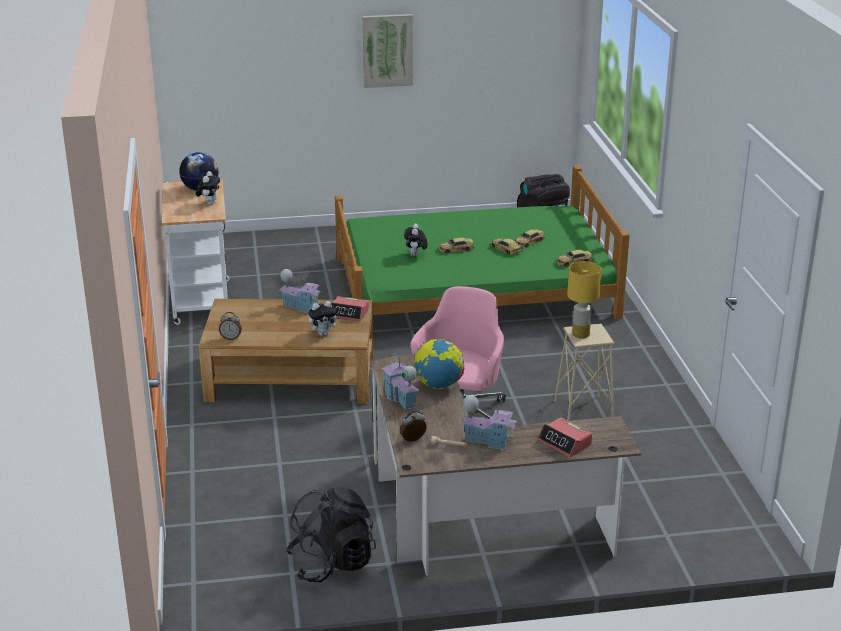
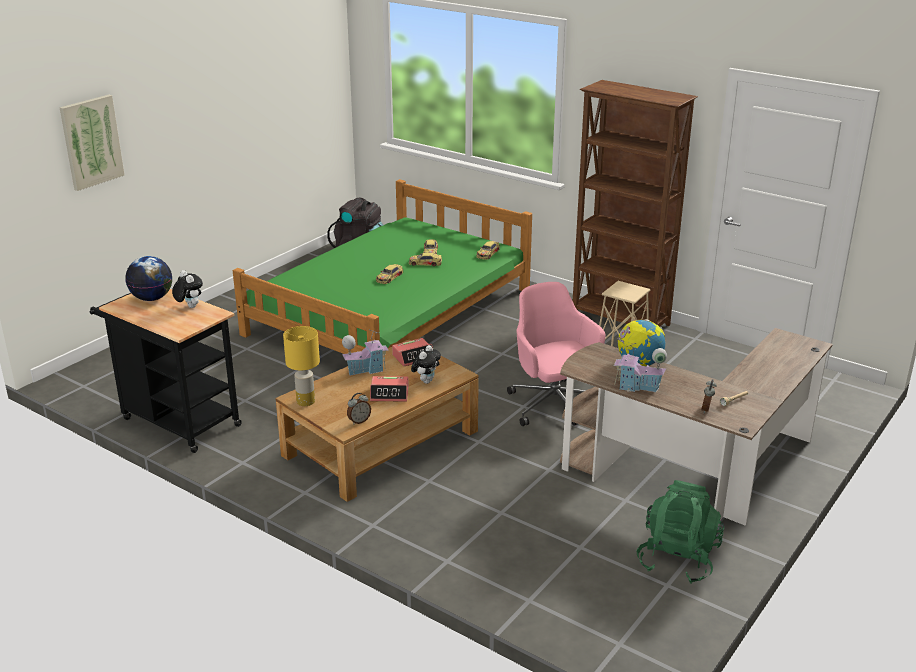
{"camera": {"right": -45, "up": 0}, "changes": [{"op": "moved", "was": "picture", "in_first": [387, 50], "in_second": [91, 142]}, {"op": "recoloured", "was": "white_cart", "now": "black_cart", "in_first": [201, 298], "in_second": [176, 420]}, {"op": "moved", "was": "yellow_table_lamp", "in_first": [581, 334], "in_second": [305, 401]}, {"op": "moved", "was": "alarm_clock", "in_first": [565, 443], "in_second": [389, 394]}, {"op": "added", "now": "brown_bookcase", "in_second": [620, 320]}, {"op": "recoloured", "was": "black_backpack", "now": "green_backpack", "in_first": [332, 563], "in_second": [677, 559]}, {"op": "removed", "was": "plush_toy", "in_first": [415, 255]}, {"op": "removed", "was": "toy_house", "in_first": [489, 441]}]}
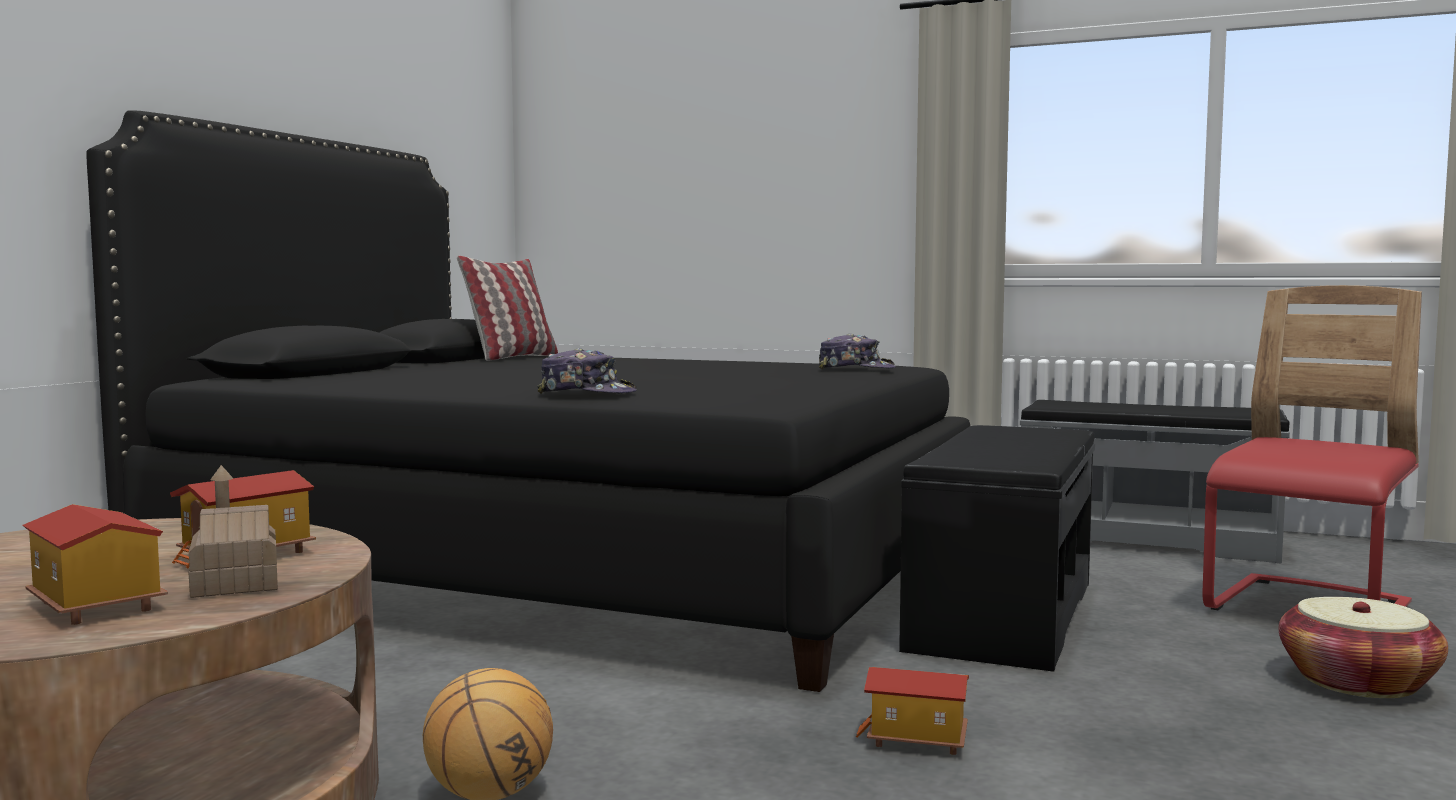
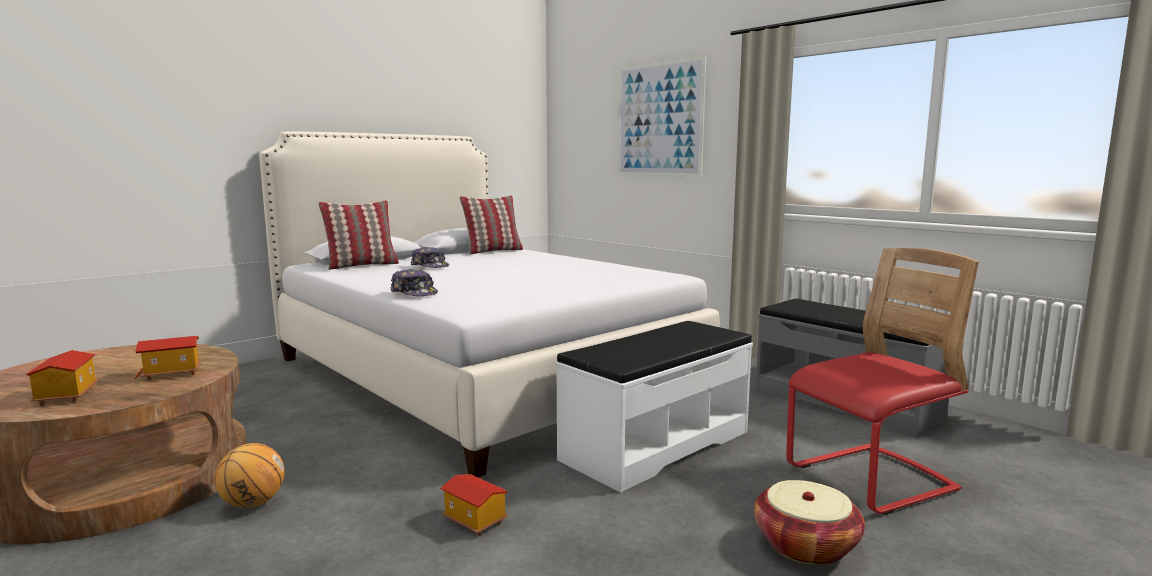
{"camera": {"right": 25, "up": 5}, "changes": [{"op": "recoloured", "was": "black_bed", "now": "white_bed", "in_first": [570, 567], "in_second": [480, 373]}, {"op": "added", "now": "pillow", "in_second": [361, 265]}, {"op": "moved", "was": "cap", "in_first": [856, 369], "in_second": [430, 266]}, {"op": "recoloured", "was": "black_bench", "now": "white_bench", "in_first": [1001, 614], "in_second": [655, 445]}, {"op": "added", "now": "picture", "in_second": [659, 120]}, {"op": "removed", "was": "toy_house", "in_first": [235, 584]}]}
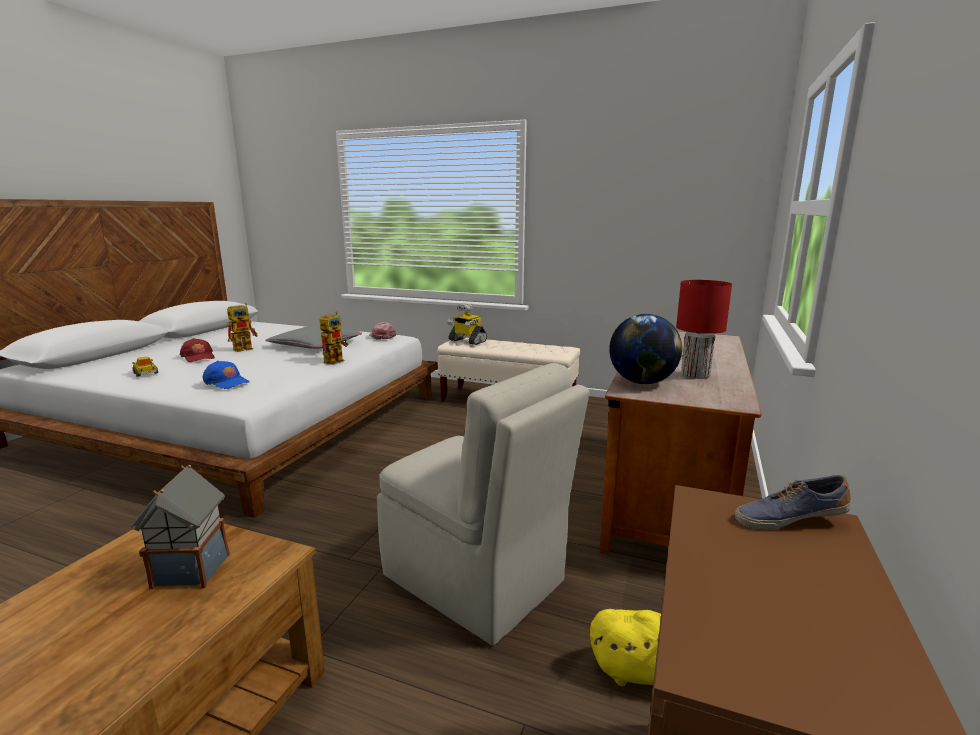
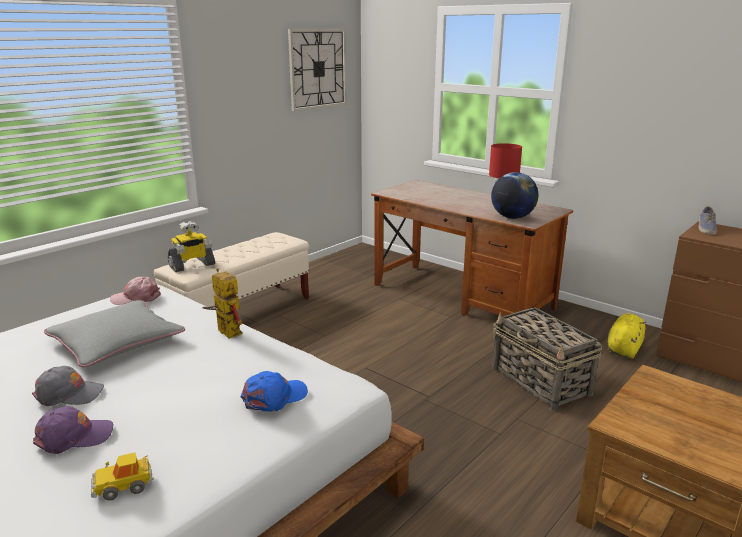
{"camera": {"right": -70, "up": 5}, "changes": [{"op": "replaced", "was": "toy_robot", "now": "grey_cap", "in_first": [246, 348], "in_second": [69, 394]}, {"op": "recoloured", "was": "red_cap", "now": "purple_cap", "in_first": [198, 357], "in_second": [74, 437]}, {"op": "added", "now": "wall_clock", "in_second": [317, 69]}, {"op": "replaced", "was": "beige_chair", "now": "basket", "in_first": [476, 580], "in_second": [541, 382]}, {"op": "removed", "was": "toy_house", "in_first": [191, 569]}]}
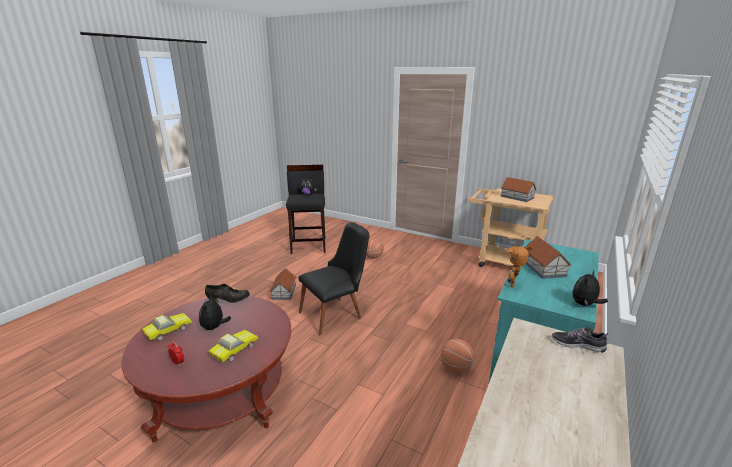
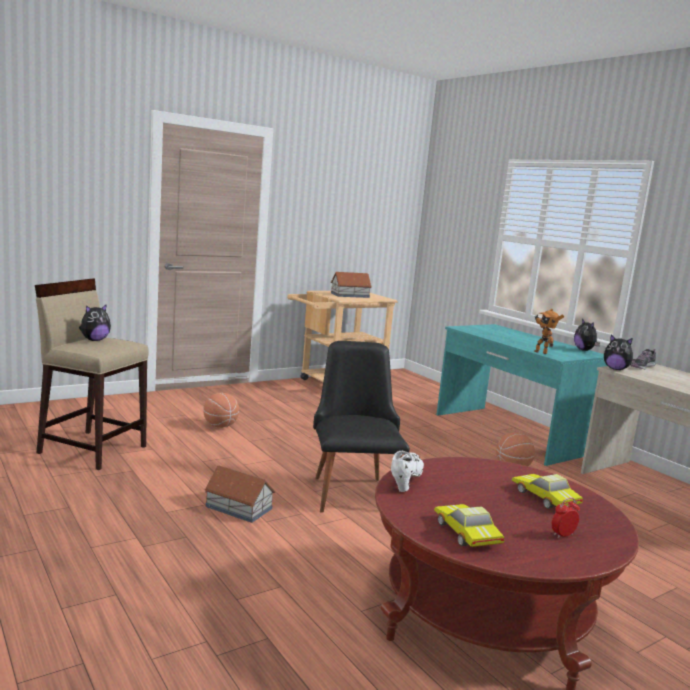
{"camera": {"right": -65, "up": -10}, "changes": [{"op": "recoloured", "was": "black_stool", "now": "beige_stool", "in_first": [309, 245], "in_second": [92, 449]}, {"op": "recoloured", "was": "black_shoe", "now": "white_shoe", "in_first": [228, 301], "in_second": [405, 481]}, {"op": "moved", "was": "plush_toy", "in_first": [214, 327], "in_second": [616, 369]}, {"op": "removed", "was": "toy_house", "in_first": [543, 268]}]}
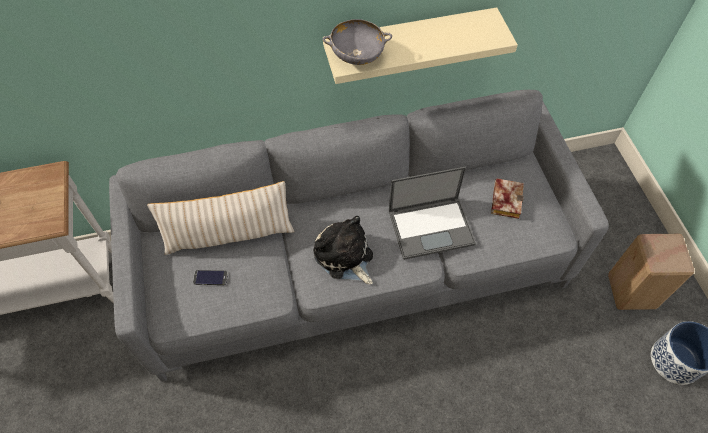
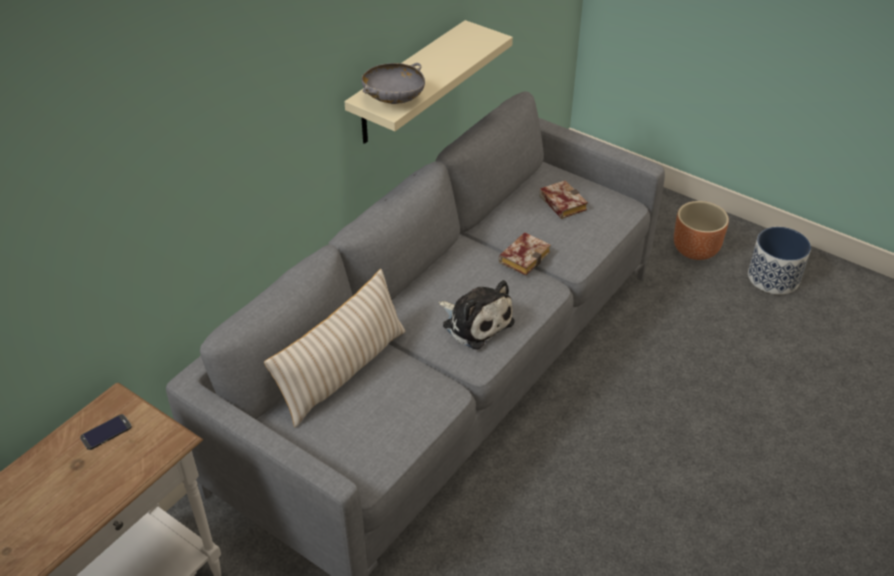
{"camera": {"right": -40, "up": -15}, "changes": [{"op": "moved", "was": "phone", "in_first": [210, 278], "in_second": [106, 432]}, {"op": "turned", "was": "plush_toy", "in_first": [345, 257], "in_second": [475, 322], "clockwise": -150}, {"op": "replaced", "was": "laptop", "now": "book", "in_first": [432, 227], "in_second": [524, 256]}, {"op": "replaced", "was": "beige_stool", "now": "brown_planter", "in_first": [632, 293], "in_second": [696, 250]}]}
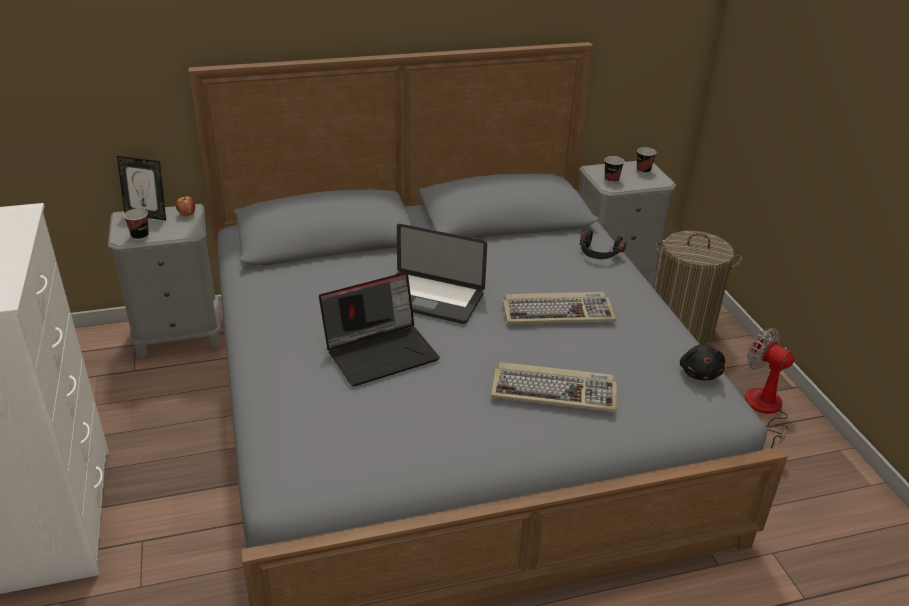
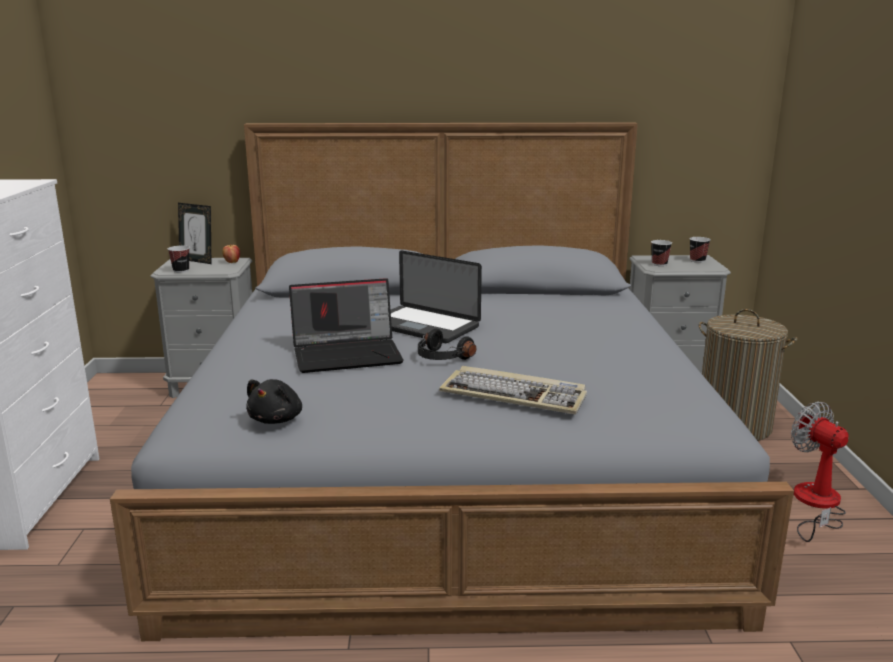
{"camera": {"right": 15, "up": -15}, "changes": [{"op": "moved", "was": "black_plush_toy", "in_first": [700, 373], "in_second": [277, 419]}, {"op": "moved", "was": "black_headphones", "in_first": [599, 254], "in_second": [441, 358]}, {"op": "removed", "was": "keyboard", "in_first": [558, 312]}]}
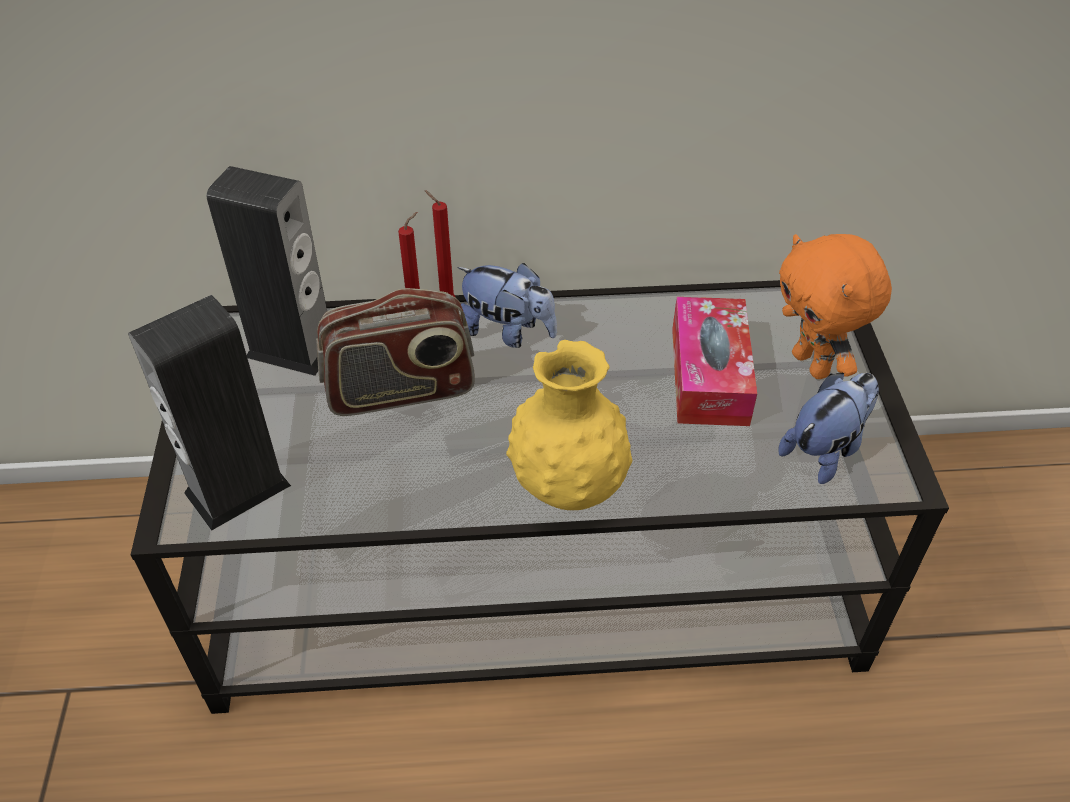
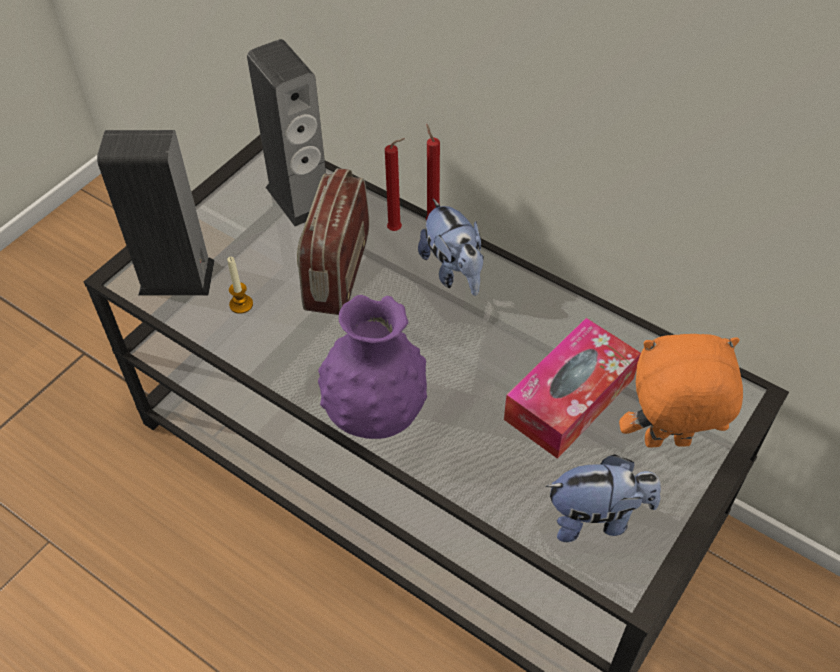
{"camera": {"right": 40, "up": 5}, "changes": [{"op": "added", "now": "candle", "in_second": [241, 304]}, {"op": "turned", "was": "radio", "in_first": [400, 391], "in_second": [337, 271], "clockwise": 75}, {"op": "recoloured", "was": "yellow_vase", "now": "purple_vase", "in_first": [568, 485], "in_second": [375, 413]}, {"op": "turned", "was": "orange_plush_toy", "in_first": [813, 364], "in_second": [666, 444], "clockwise": 75}]}
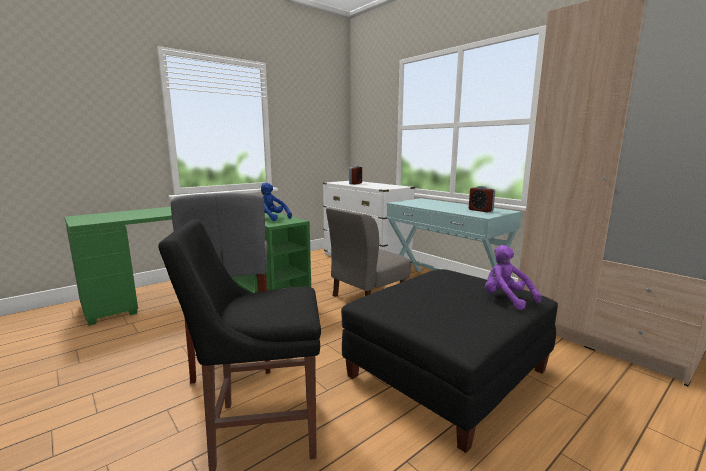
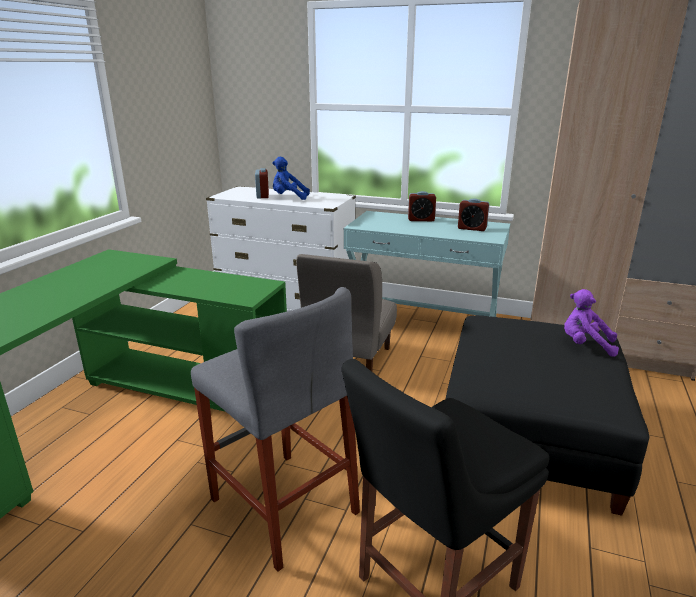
{"camera": {"right": -30, "up": 10}, "changes": [{"op": "moved", "was": "blue_plush_toy", "in_first": [271, 218], "in_second": [288, 198]}, {"op": "added", "now": "alarm_clock", "in_second": [421, 219]}]}
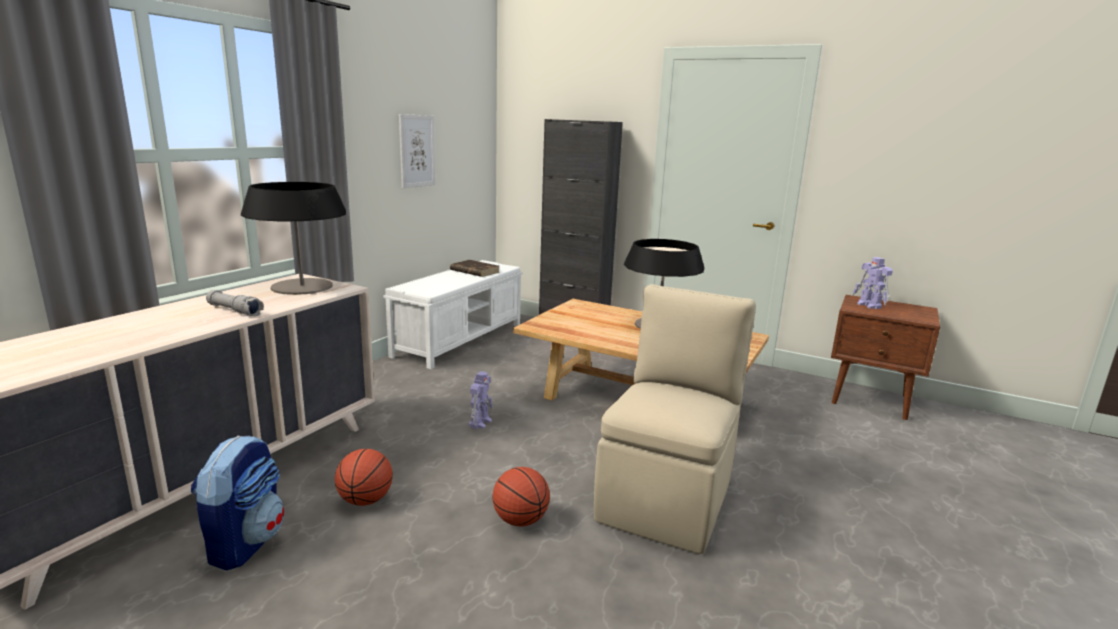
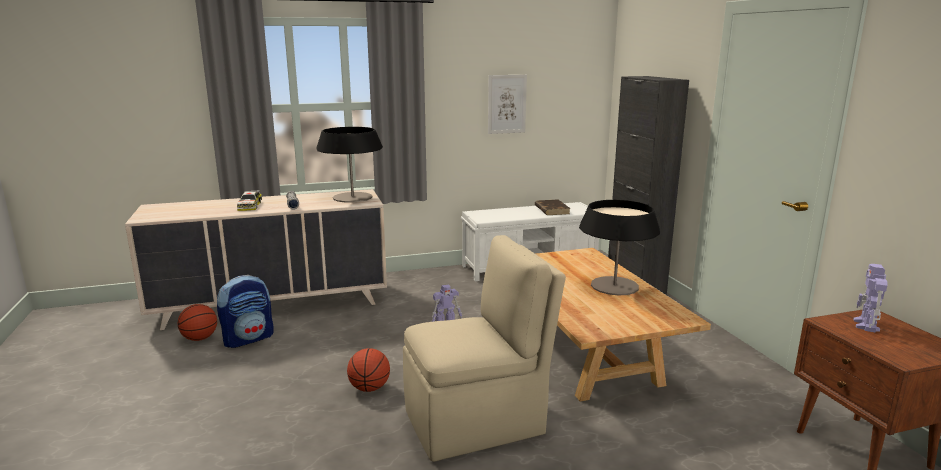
{"camera": {"right": 45, "up": 0}, "changes": [{"op": "moved", "was": "basketball", "in_first": [365, 500], "in_second": [200, 338]}, {"op": "added", "now": "toy_car", "in_second": [249, 206]}]}
